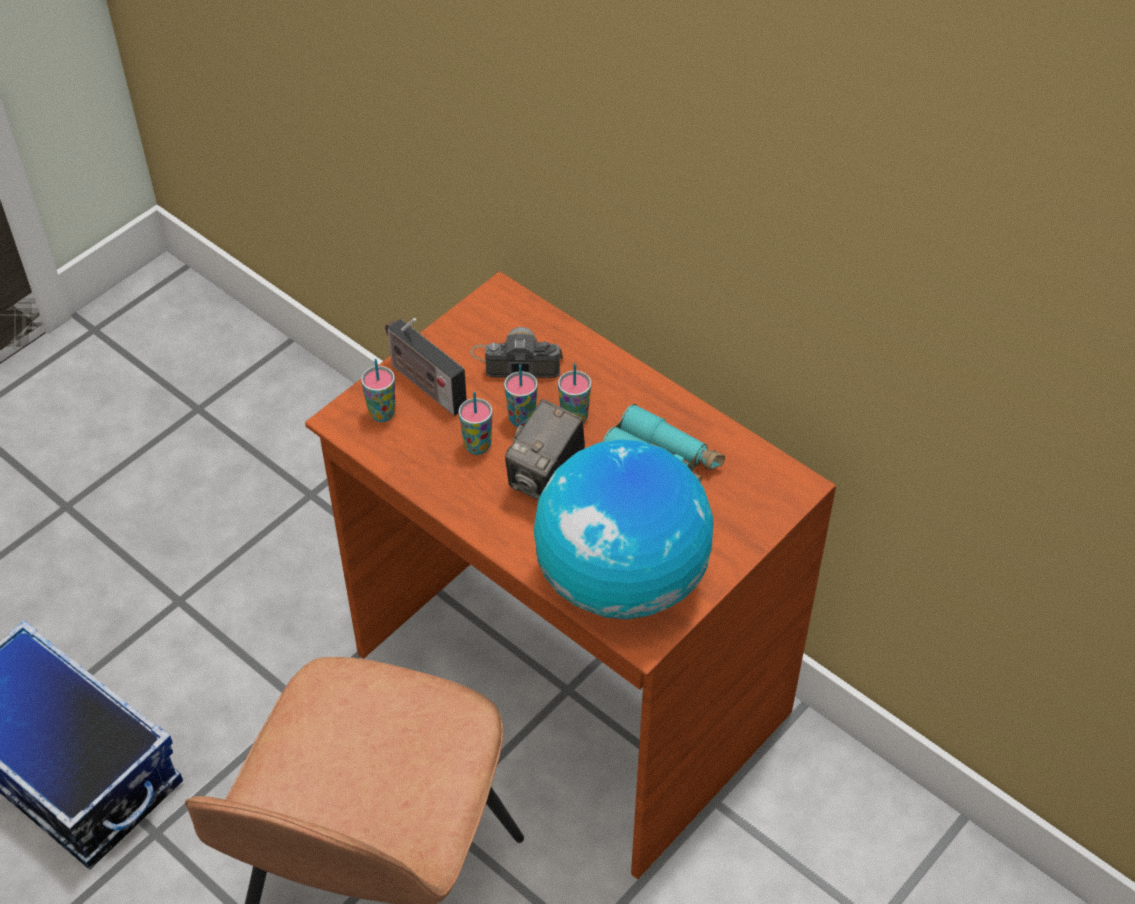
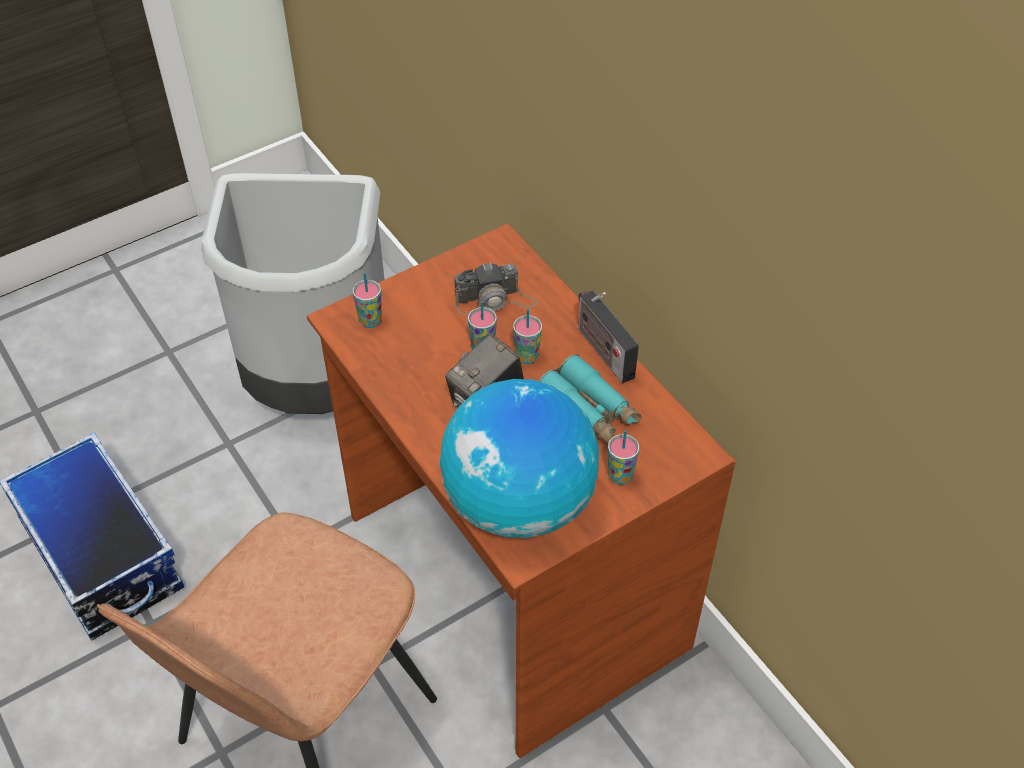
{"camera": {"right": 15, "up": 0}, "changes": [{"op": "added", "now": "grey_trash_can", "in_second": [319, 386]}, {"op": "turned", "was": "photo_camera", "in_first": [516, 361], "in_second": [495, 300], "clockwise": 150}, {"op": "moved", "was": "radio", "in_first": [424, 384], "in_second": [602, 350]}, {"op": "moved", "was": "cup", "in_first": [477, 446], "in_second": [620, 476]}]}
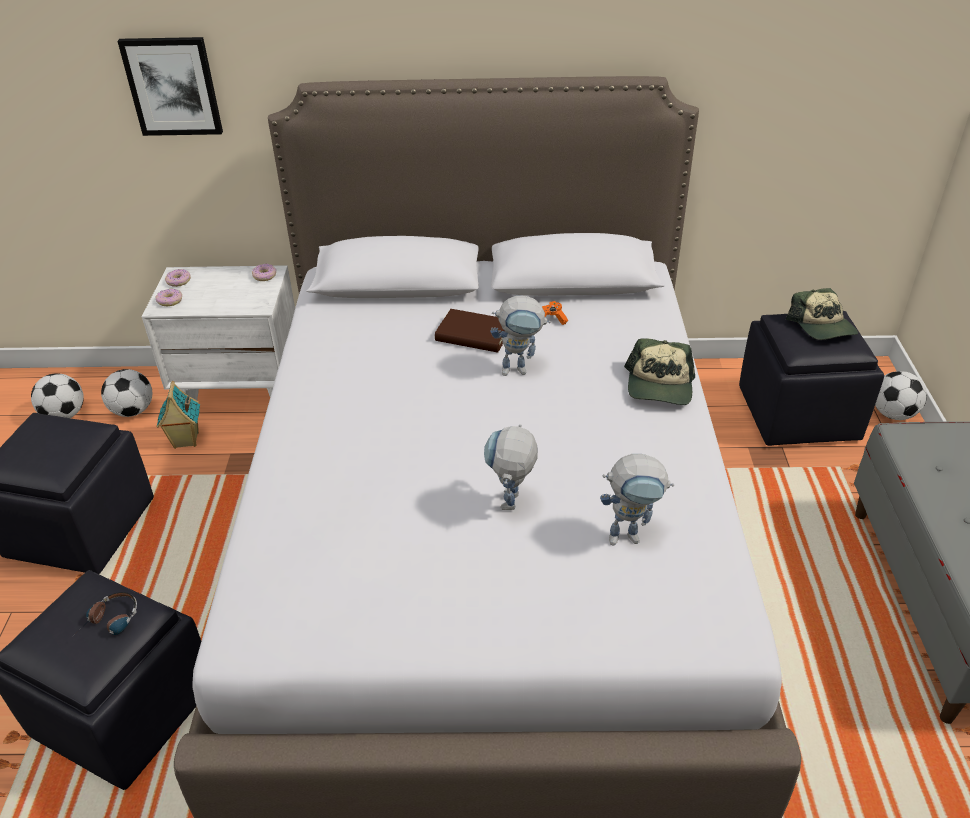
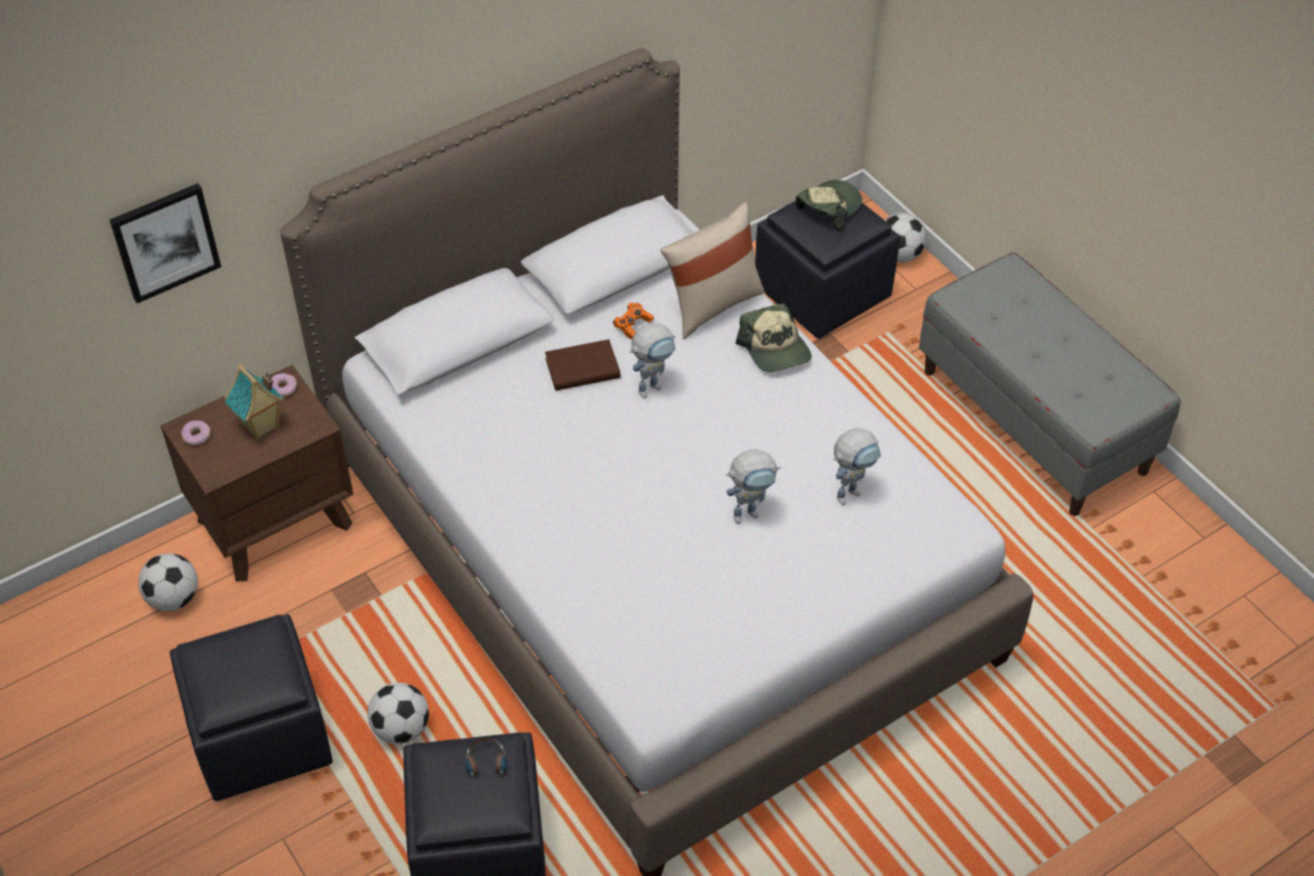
{"camera": {"right": -35, "up": 10}, "changes": [{"op": "recoloured", "was": "white_nightstand", "now": "brown_nightstand", "in_first": [243, 394], "in_second": [275, 521]}, {"op": "moved", "was": "toy_house", "in_first": [185, 441], "in_second": [261, 427]}, {"op": "moved", "was": "football", "in_first": [65, 415], "in_second": [401, 728]}, {"op": "added", "now": "beige_pillow", "in_second": [712, 304]}, {"op": "turned", "was": "toy_robot", "in_first": [511, 507], "in_second": [751, 512], "clockwise": -90}, {"op": "turned", "was": "cap", "in_first": [822, 326], "in_second": [828, 208], "clockwise": -90}, {"op": "removed", "was": "donut", "in_first": [170, 301]}]}
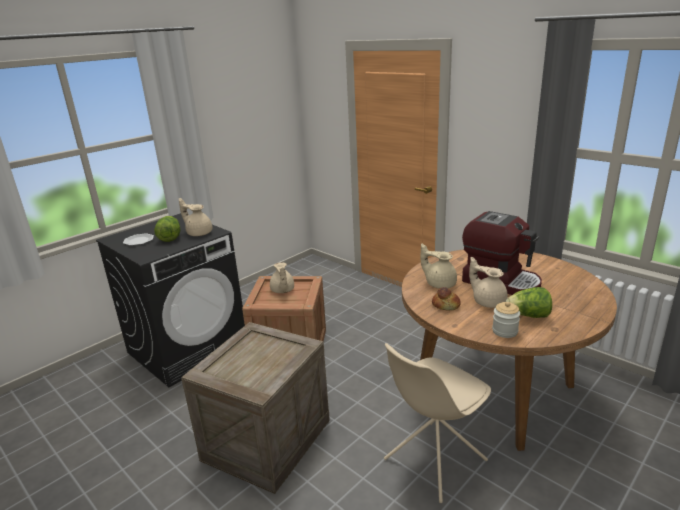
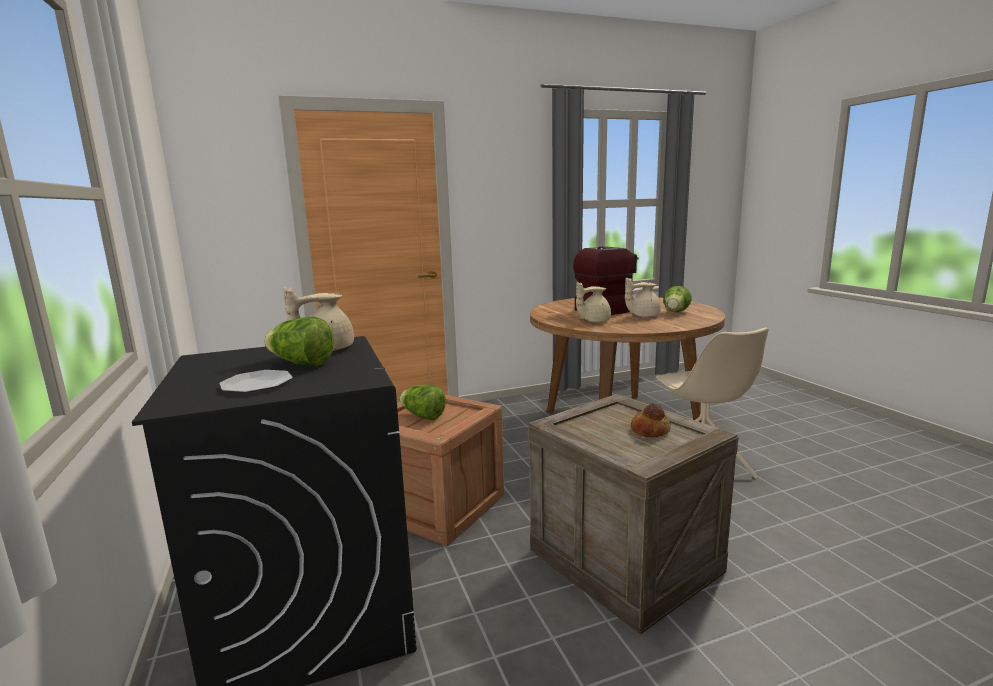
{"camera": {"right": -65, "up": -10}, "changes": [{"op": "replaced", "was": "beige_teapot", "now": "lettuce", "in_first": [282, 290], "in_second": [423, 416]}, {"op": "moved", "was": "bread", "in_first": [446, 305], "in_second": [649, 430]}, {"op": "removed", "was": "jar", "in_first": [505, 331]}]}
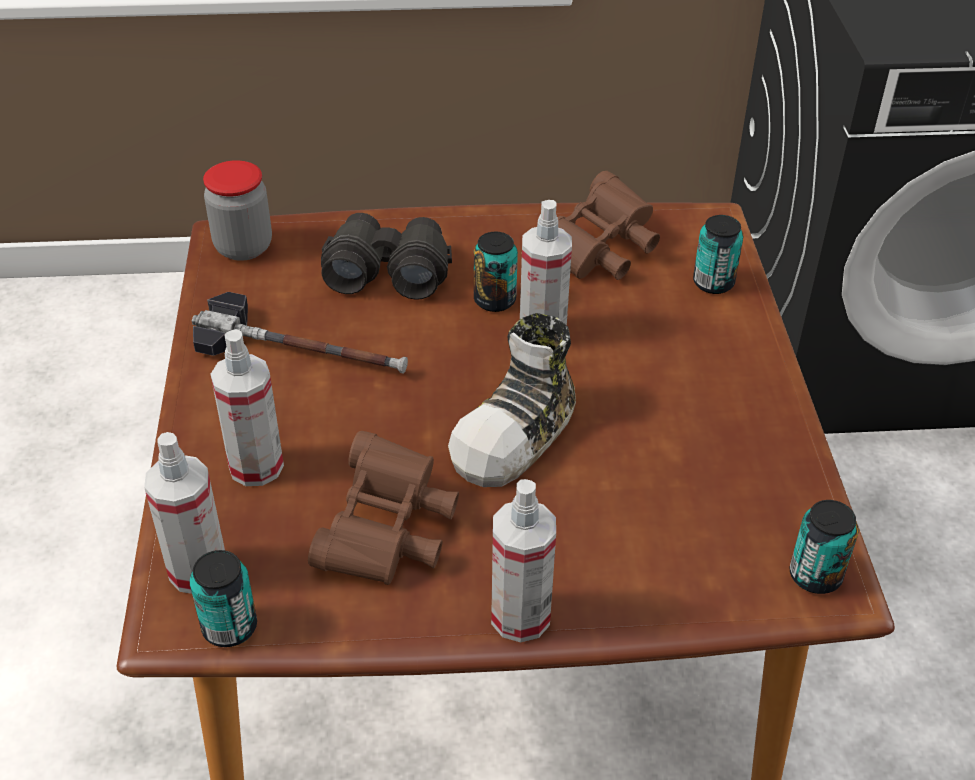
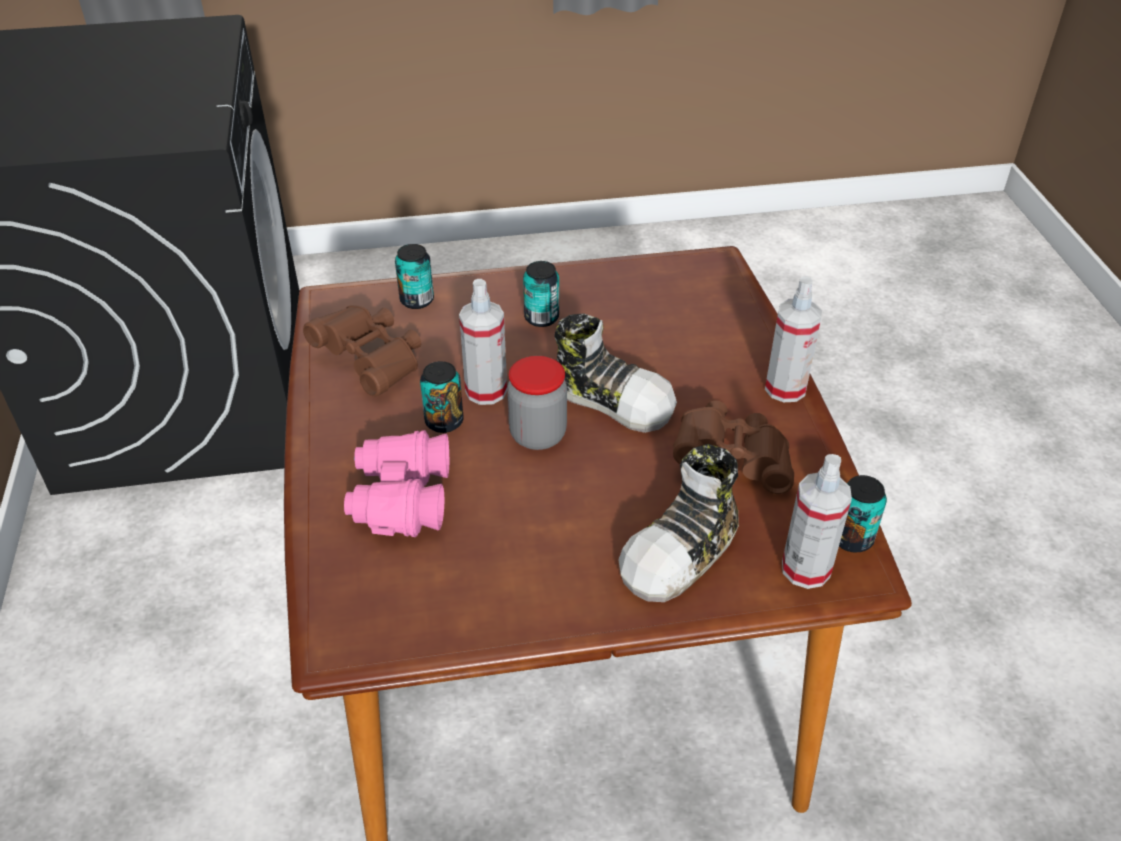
{"camera": {"right": -95, "up": 0}, "changes": [{"op": "recoloured", "was": "black_binoculars", "now": "pink_binoculars", "in_first": [387, 271], "in_second": [400, 498]}, {"op": "moved", "was": "jar", "in_first": [243, 247], "in_second": [538, 435]}, {"op": "moved", "was": "can", "in_first": [815, 576], "in_second": [541, 318]}, {"op": "replaced", "was": "spray_bottle", "now": "shoe", "in_first": [256, 466], "in_second": [682, 552]}, {"op": "removed", "was": "hammer", "in_first": [301, 350]}]}
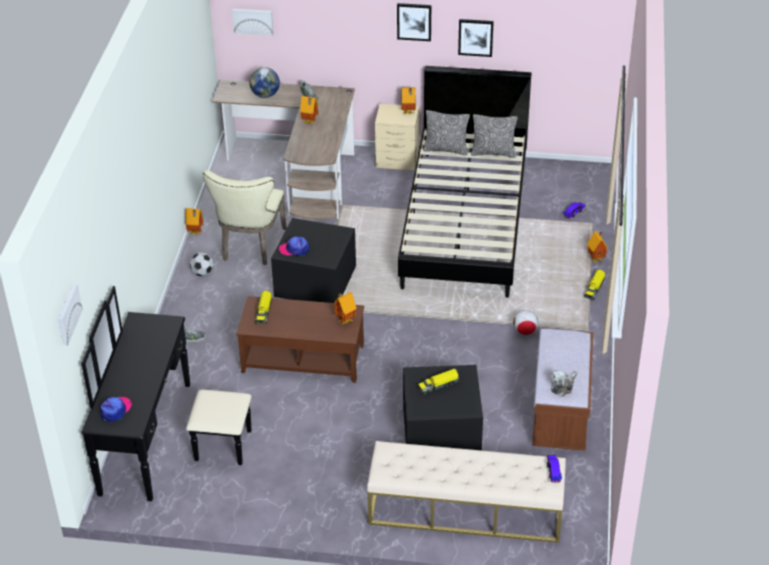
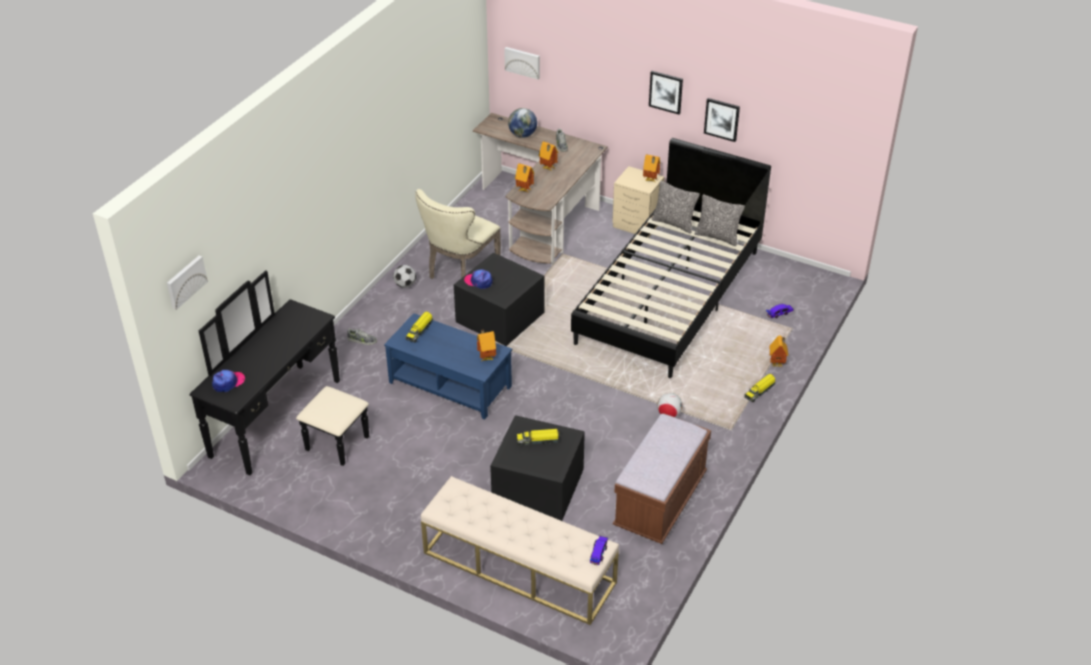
{"camera": {"right": 20, "up": 0}, "changes": [{"op": "recoloured", "was": "brown_coffee_table", "now": "blue_coffee_table", "in_first": [303, 357], "in_second": [451, 384]}, {"op": "moved", "was": "toy_house", "in_first": [195, 233], "in_second": [524, 190]}, {"op": "removed", "was": "plush_toy", "in_first": [563, 386]}]}
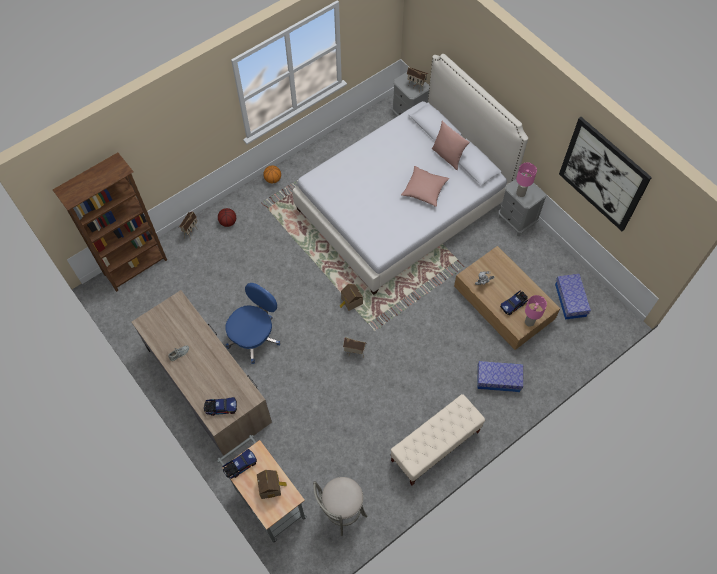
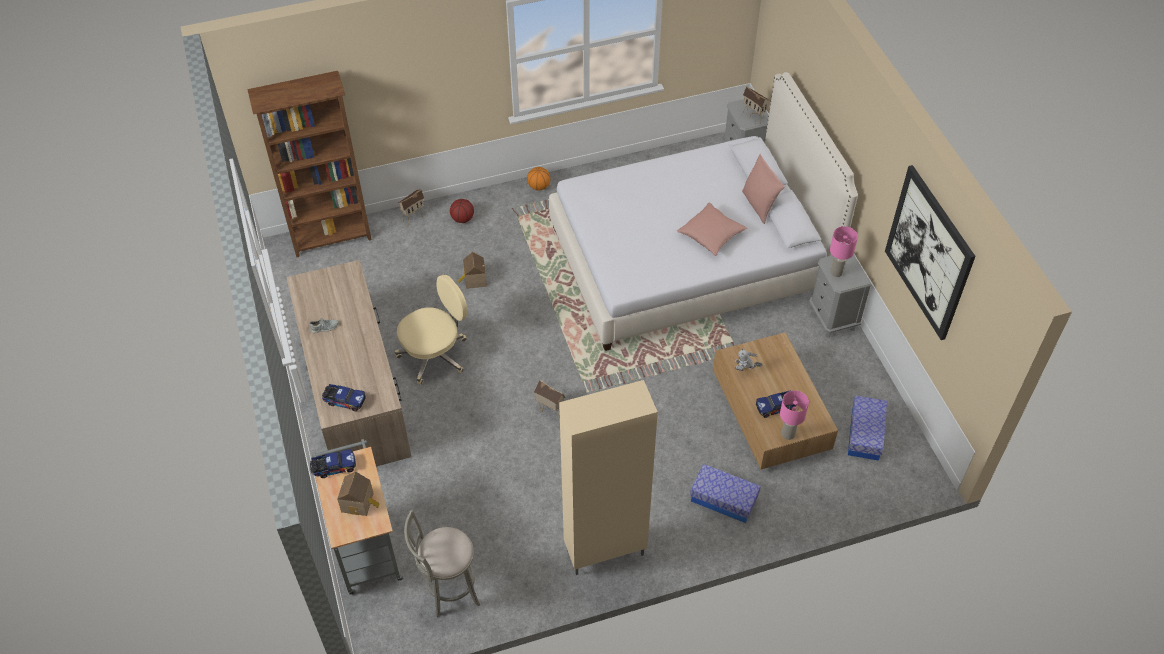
{"camera": {"right": 20, "up": -10}, "changes": [{"op": "recoloured", "was": "blue_office_chair", "now": "beige_office_chair", "in_first": [254, 337], "in_second": [435, 355]}, {"op": "moved", "was": "toy_house", "in_first": [351, 302], "in_second": [474, 280]}, {"op": "replaced", "was": "beige_bench", "now": "beige_cabinet", "in_first": [435, 446], "in_second": [604, 552]}]}
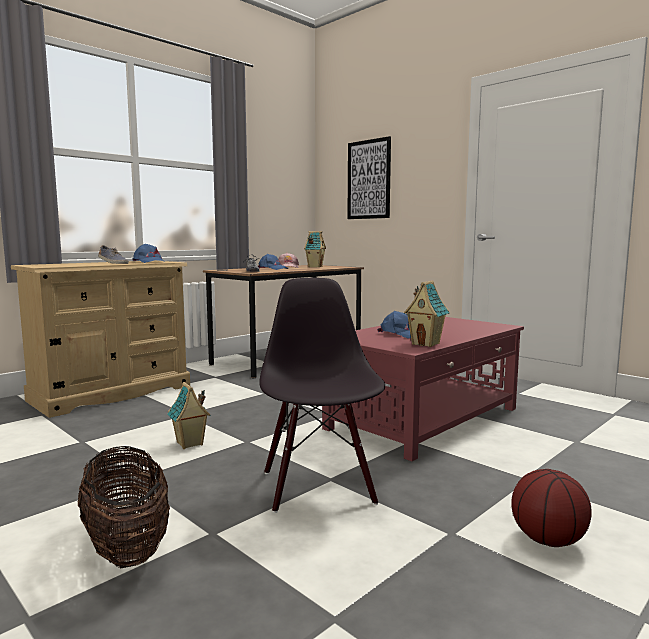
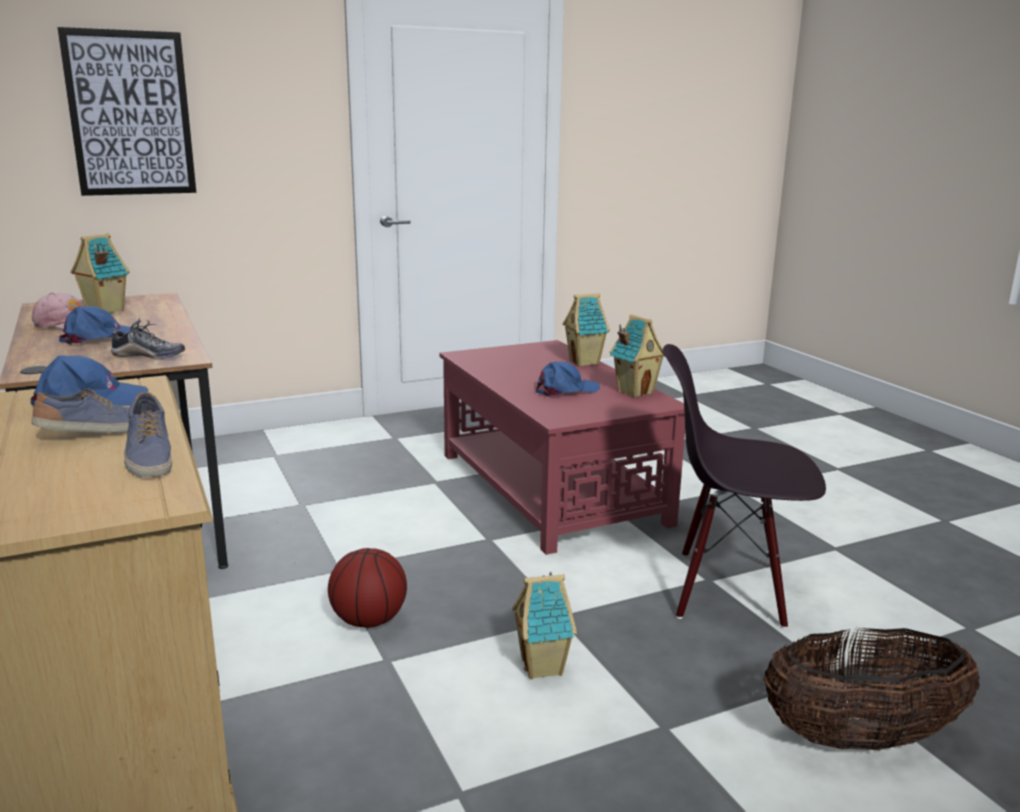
{"camera": {"right": -70, "up": 10}, "changes": [{"op": "added", "now": "shoe", "in_second": [148, 457]}, {"op": "moved", "was": "basketball", "in_first": [547, 541], "in_second": [369, 621]}, {"op": "added", "now": "toy_house", "in_second": [585, 362]}]}
